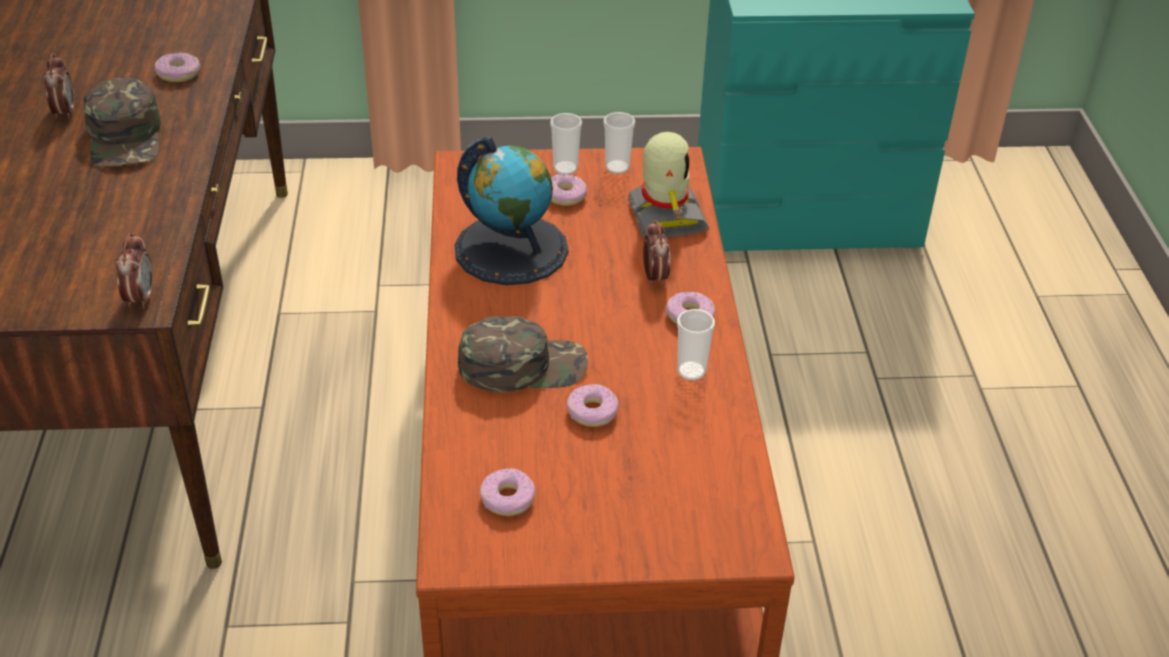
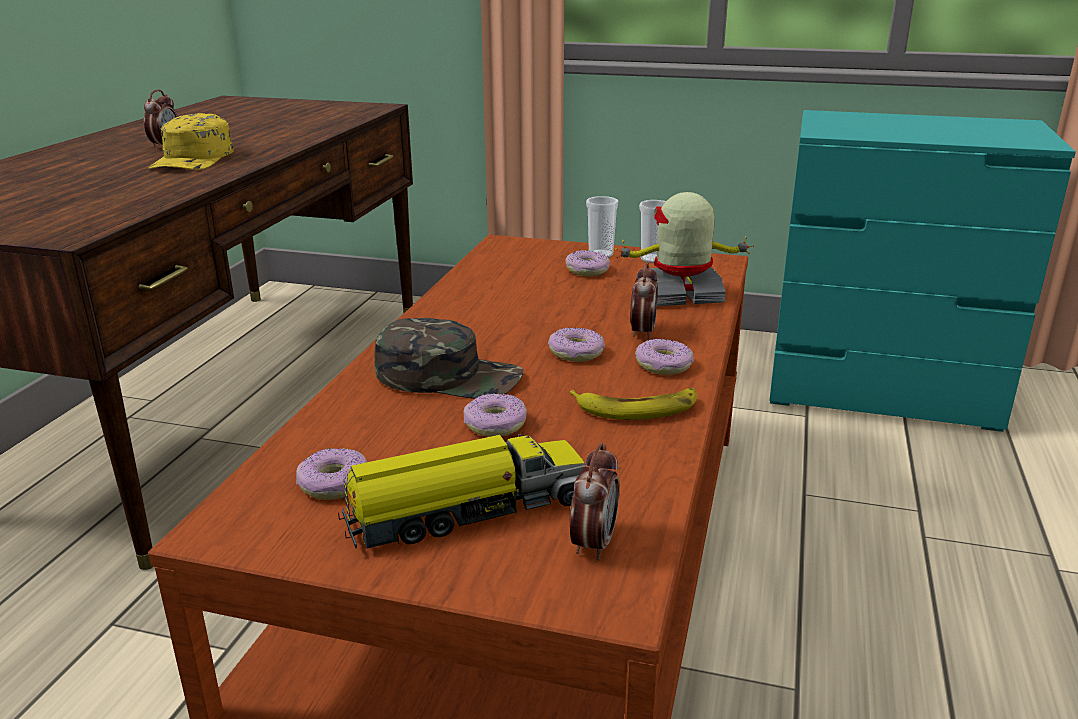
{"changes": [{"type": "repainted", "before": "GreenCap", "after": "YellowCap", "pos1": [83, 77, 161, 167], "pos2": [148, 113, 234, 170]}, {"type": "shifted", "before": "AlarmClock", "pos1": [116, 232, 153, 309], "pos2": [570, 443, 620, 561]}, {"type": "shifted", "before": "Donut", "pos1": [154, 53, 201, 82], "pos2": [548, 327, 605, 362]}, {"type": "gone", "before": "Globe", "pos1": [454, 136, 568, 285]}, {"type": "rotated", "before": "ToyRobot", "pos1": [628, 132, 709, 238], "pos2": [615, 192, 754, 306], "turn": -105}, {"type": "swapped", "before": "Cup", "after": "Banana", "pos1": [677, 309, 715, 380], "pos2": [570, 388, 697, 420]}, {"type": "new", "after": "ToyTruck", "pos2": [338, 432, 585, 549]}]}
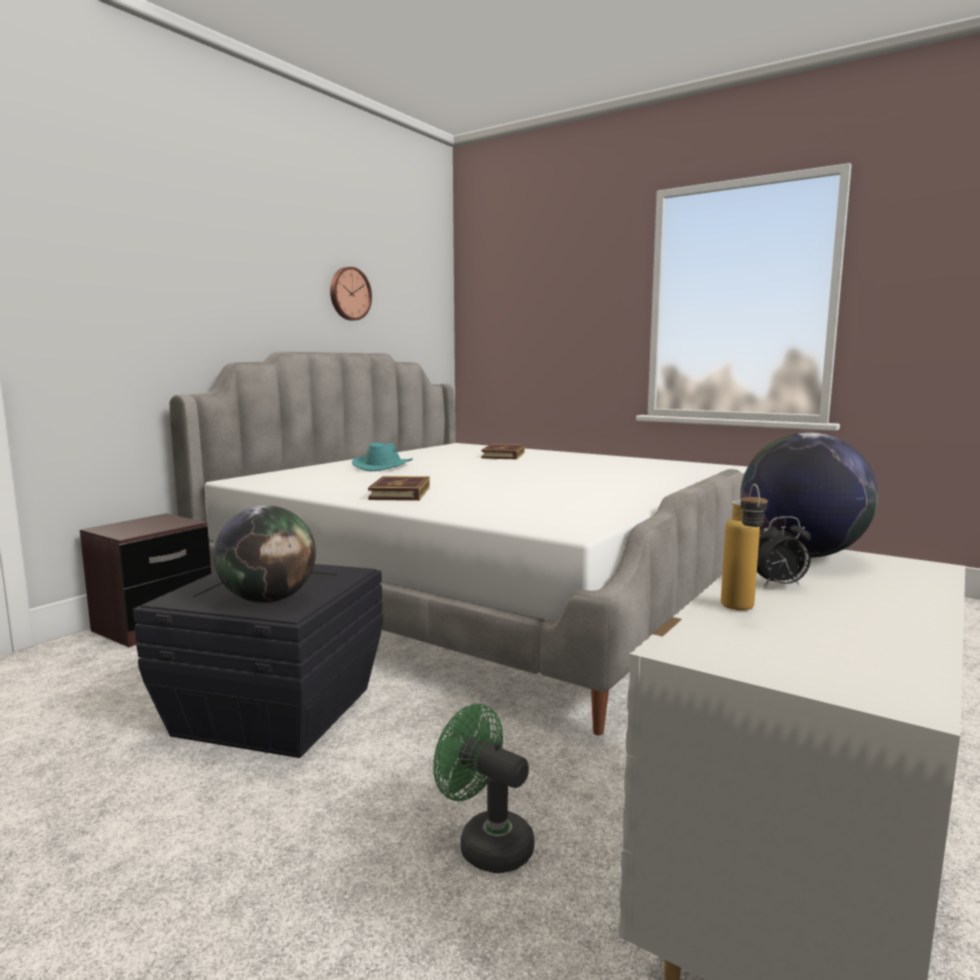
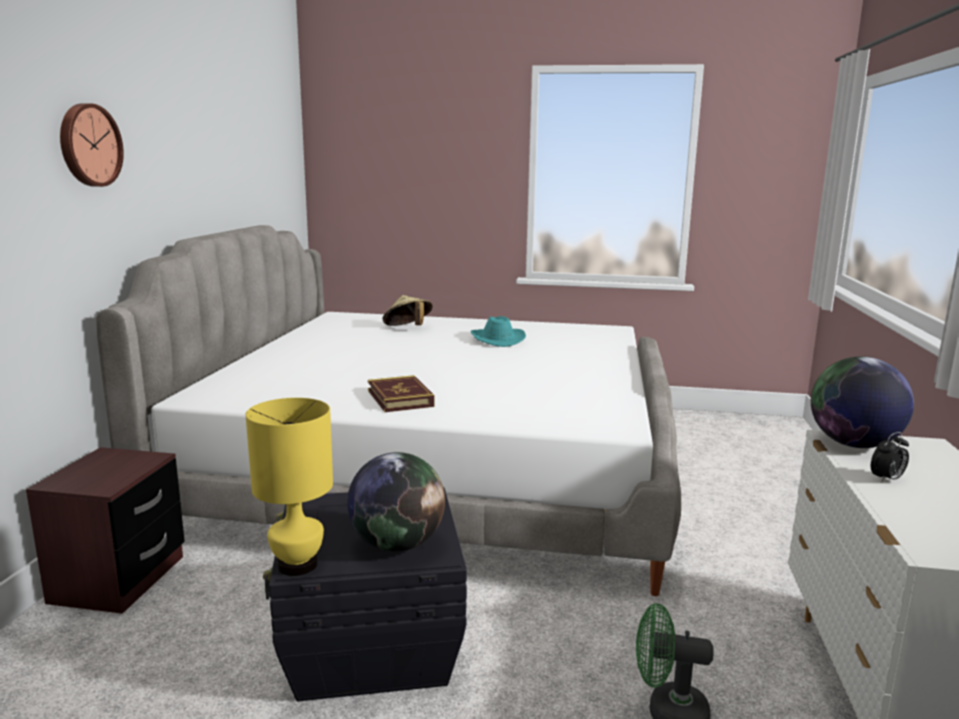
{"changes": [{"type": "shifted", "before": "WallClock", "pos1": [330, 267, 372, 321], "pos2": [60, 103, 124, 187]}, {"type": "shifted", "before": "TurquoiseHat", "pos1": [352, 442, 413, 471], "pos2": [471, 316, 526, 347]}, {"type": "swapped", "before": "Book", "after": "BeigeHat", "pos1": [481, 444, 525, 460], "pos2": [382, 295, 433, 326]}, {"type": "gone", "before": "Bottle", "pos1": [721, 484, 768, 610]}, {"type": "new", "after": "YellowTableLamp", "pos2": [245, 398, 333, 576]}]}
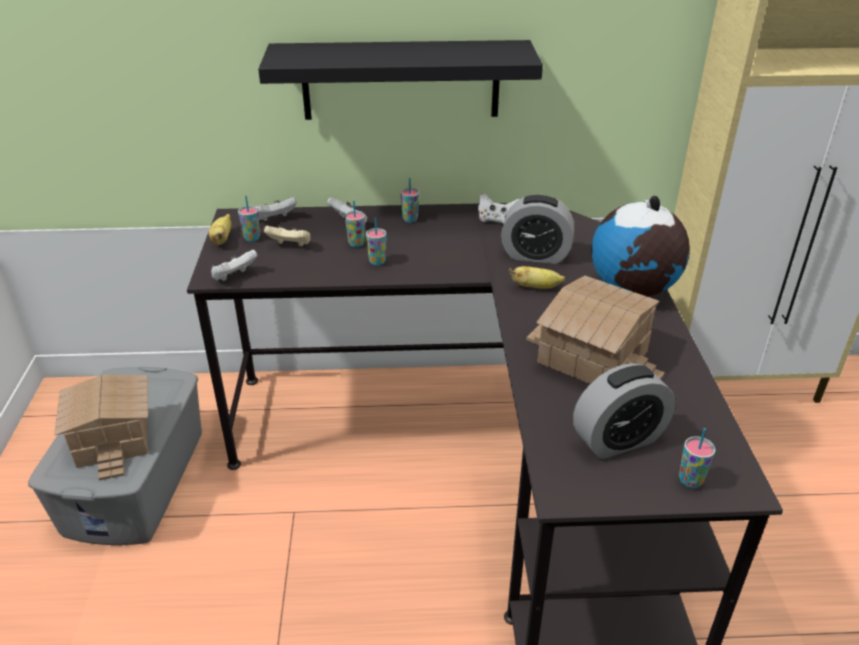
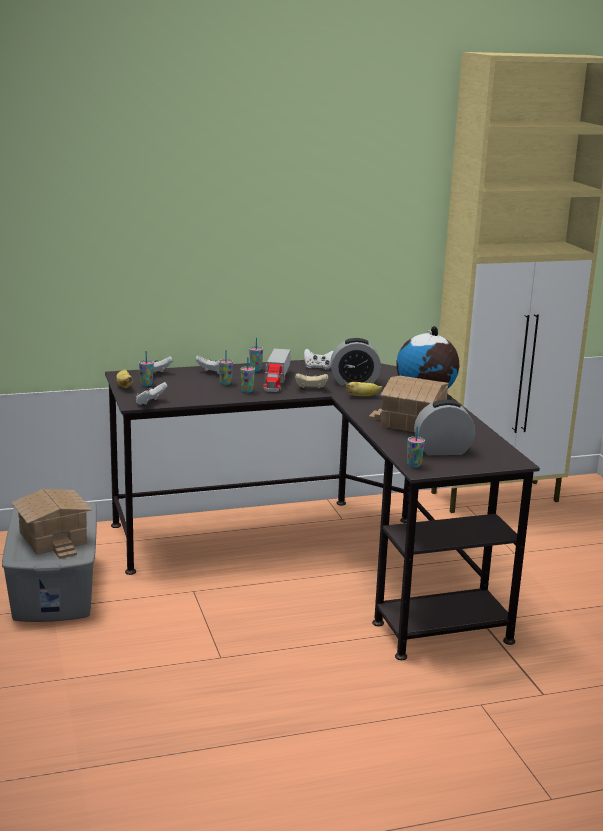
{"changes": [{"type": "gone", "before": "BlackShelf", "pos1": [258, 40, 543, 120]}, {"type": "shifted", "before": "BeigeGameController", "pos1": [264, 226, 311, 246], "pos2": [295, 373, 328, 389]}, {"type": "rotated", "before": "AlarmClock", "pos1": [573, 363, 675, 459], "pos2": [414, 400, 475, 455], "turn": -150}, {"type": "shifted", "before": "Cup", "pos1": [679, 428, 716, 488], "pos2": [407, 426, 425, 468]}, {"type": "new", "after": "ToyTruck", "pos2": [263, 348, 290, 392]}]}
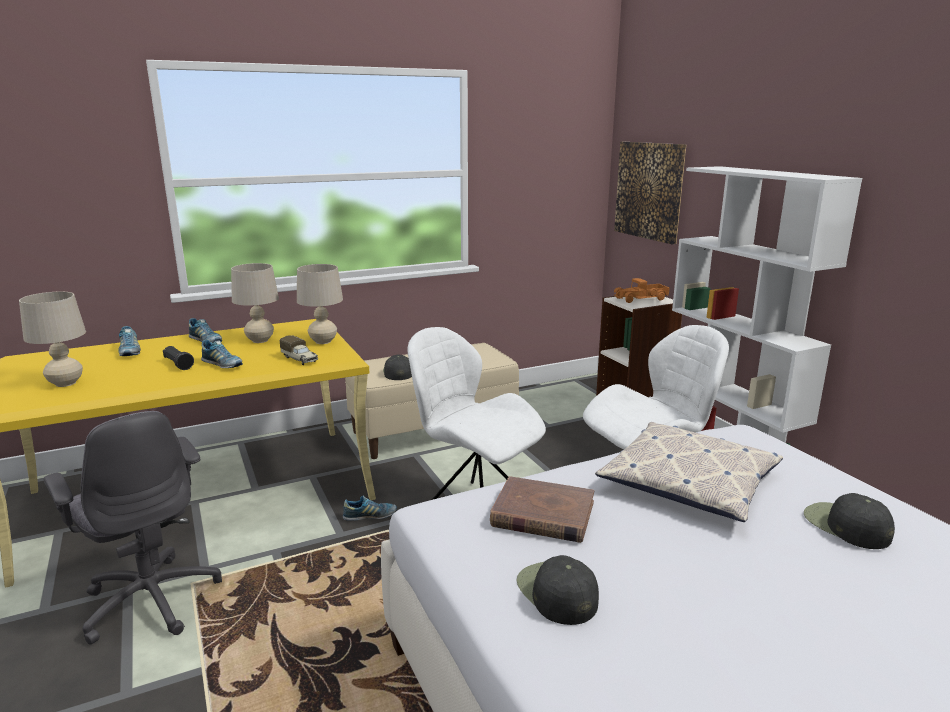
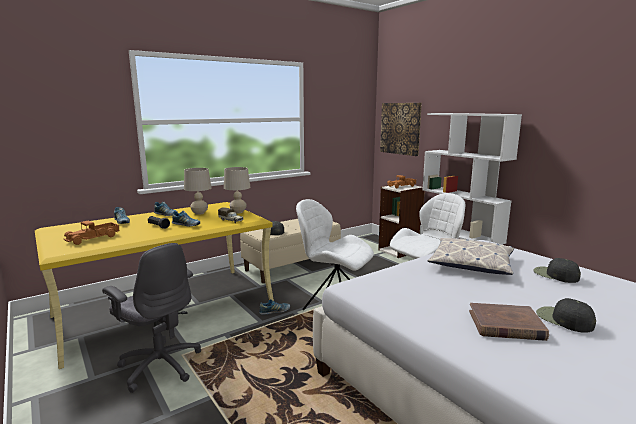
{"changes": [{"type": "swapped", "before": "BeigeTableLamp", "after": "ToyTruck", "pos1": [19, 292, 86, 387], "pos2": [64, 221, 120, 245]}, {"type": "shifted", "before": "BrownBook", "pos1": [490, 476, 594, 543], "pos2": [469, 303, 549, 341]}, {"type": "shifted", "before": "BlackCap", "pos1": [517, 555, 599, 625], "pos2": [536, 298, 596, 333]}]}
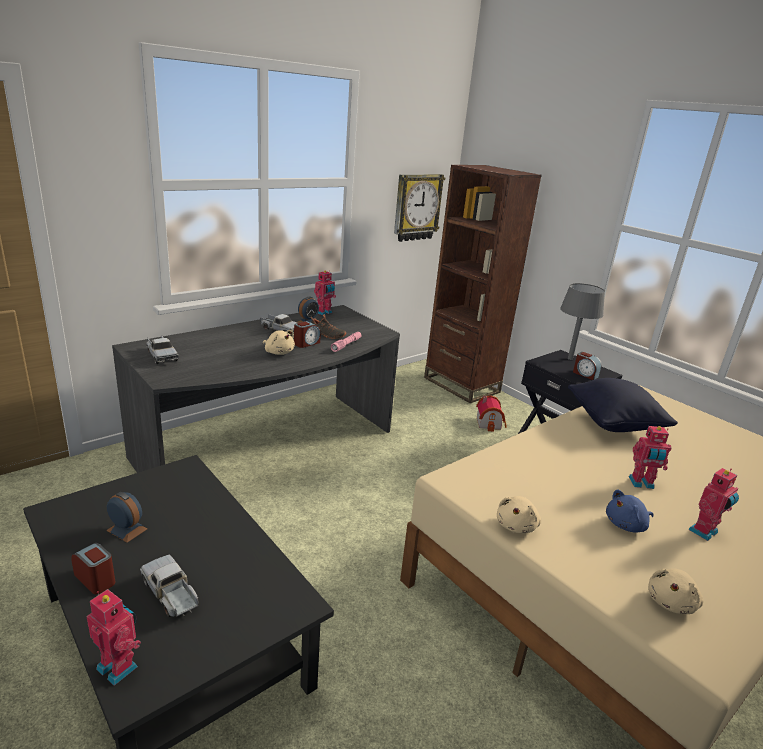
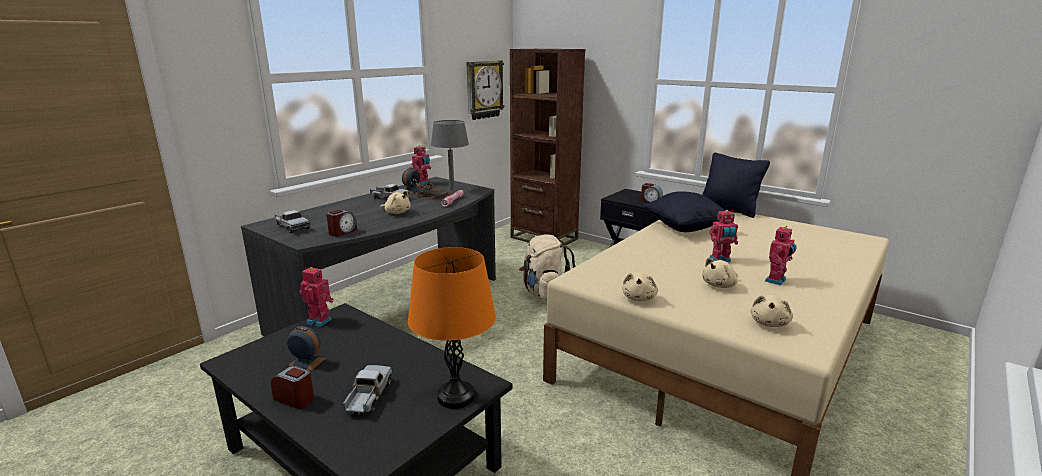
{"changes": [{"type": "shifted", "before": "ToyRobot", "pos1": [86, 589, 141, 686], "pos2": [300, 267, 334, 327]}, {"type": "rotated", "before": "ToyTruck", "pos1": [140, 555, 198, 617], "pos2": [343, 365, 392, 415], "turn": 60}, {"type": "shifted", "before": "AlarmClock", "pos1": [294, 321, 321, 348], "pos2": [326, 209, 357, 237]}, {"type": "gone", "before": "ToyHouse", "pos1": [476, 395, 507, 432]}, {"type": "shifted", "before": "GreyTableLamp", "pos1": [560, 283, 605, 360], "pos2": [431, 120, 469, 190]}, {"type": "repainted", "before": "BluePlushToy", "after": "BeigePlushToy", "pos1": [606, 489, 654, 533], "pos2": [702, 257, 738, 288]}, {"type": "new", "after": "OrangeTableLamp", "pos2": [408, 247, 496, 409]}, {"type": "new", "after": "BeigeBackpack", "pos2": [519, 235, 576, 300]}, {"type": "new", "after": "BlackPillow", "pos2": [702, 153, 770, 218]}]}
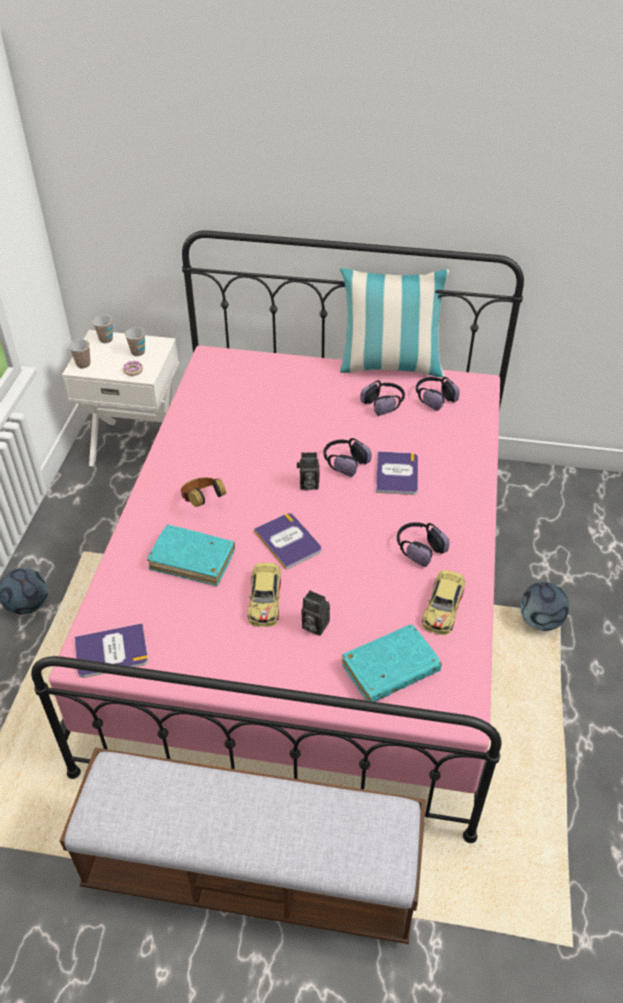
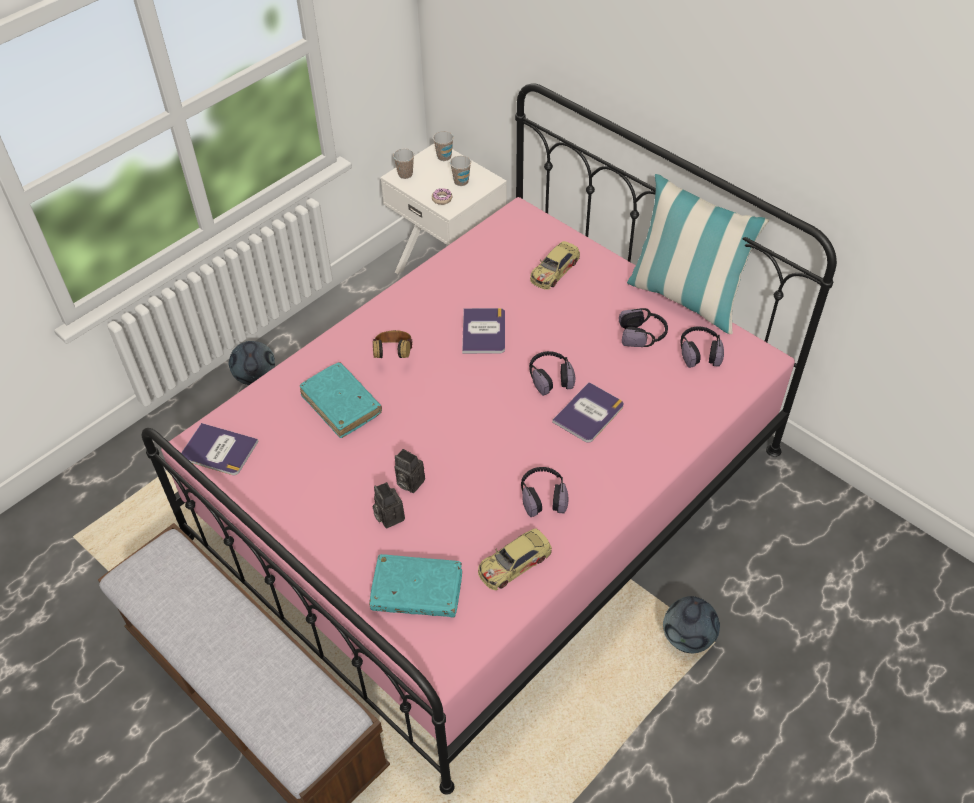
{"changes": [{"type": "shifted", "before": "ToyCar", "pos1": [248, 563, 281, 627], "pos2": [530, 241, 580, 290]}, {"type": "shifted", "before": "Book", "pos1": [254, 513, 321, 570], "pos2": [462, 308, 505, 354]}, {"type": "shifted", "before": "PhotoCamera", "pos1": [297, 452, 320, 490], "pos2": [395, 449, 425, 493]}]}
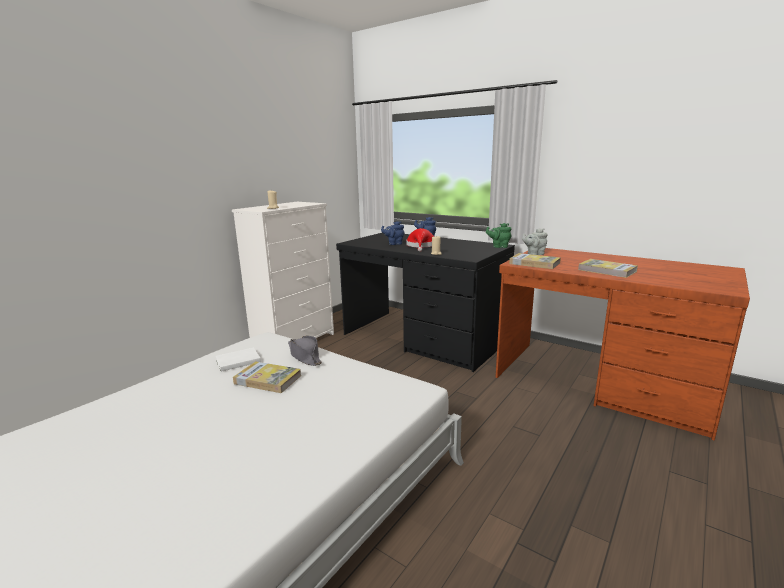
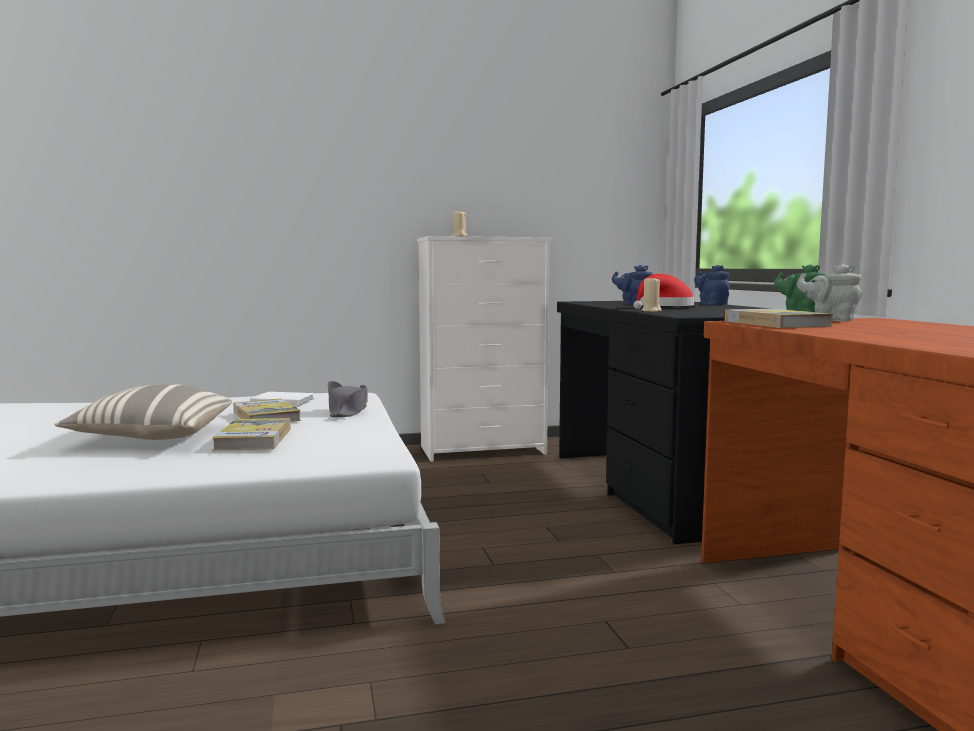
{"changes": [{"type": "shifted", "before": "Book", "pos1": [578, 259, 638, 278], "pos2": [212, 418, 291, 450]}, {"type": "new", "after": "Pillow", "pos2": [54, 384, 232, 440]}]}
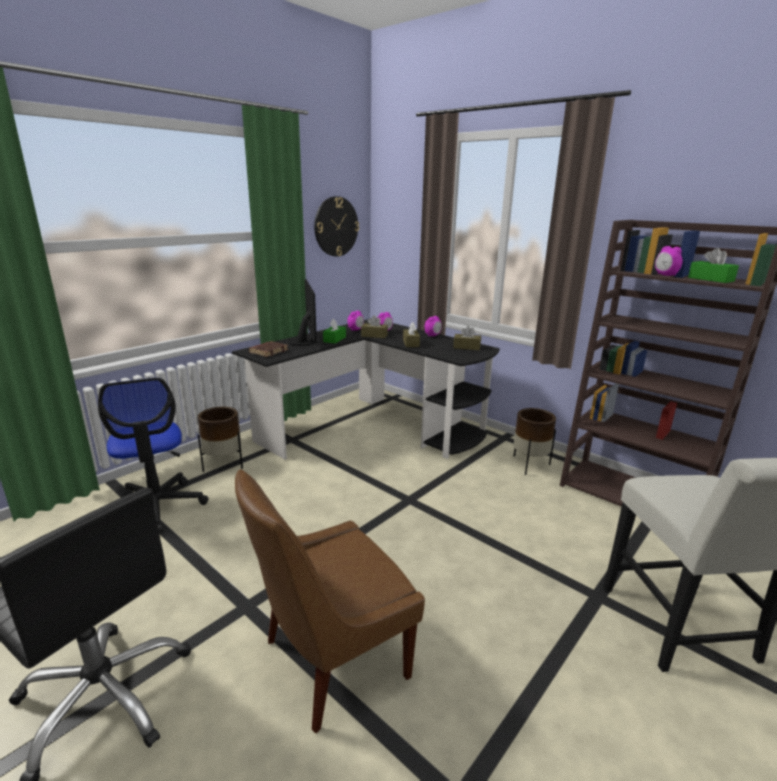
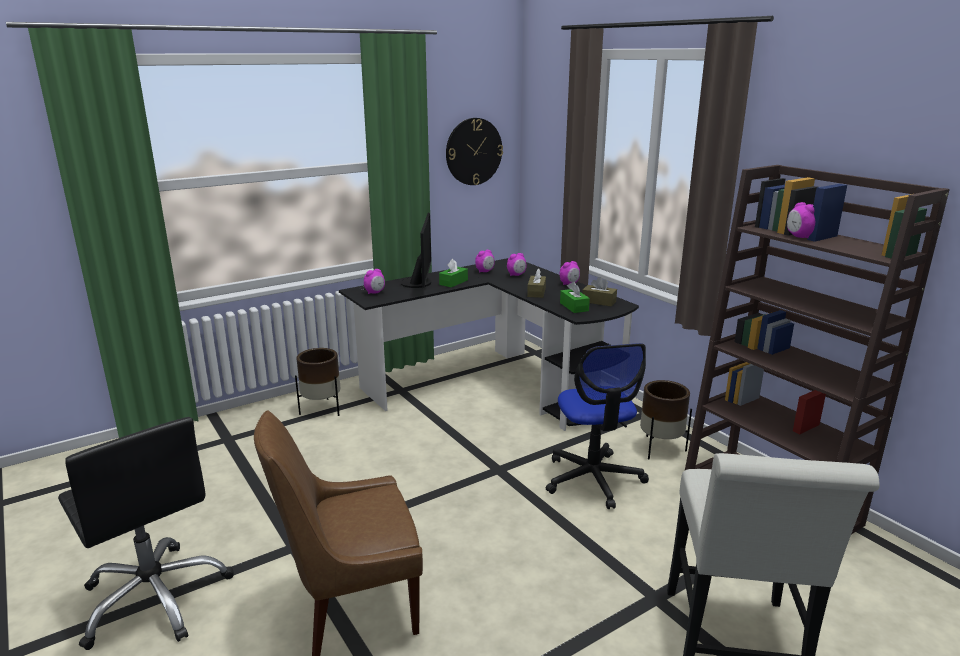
{"changes": [{"type": "shifted", "before": "OfficeChair", "pos1": [98, 377, 209, 532], "pos2": [546, 343, 649, 509]}, {"type": "swapped", "before": "BrownBook", "after": "AlarmClock", "pos1": [249, 341, 288, 357], "pos2": [364, 269, 385, 294]}, {"type": "gone", "before": "BrownTissueBox", "pos1": [361, 315, 388, 338]}, {"type": "shifted", "before": "GreenTissueBox", "pos1": [688, 248, 739, 283], "pos2": [560, 281, 590, 313]}]}
